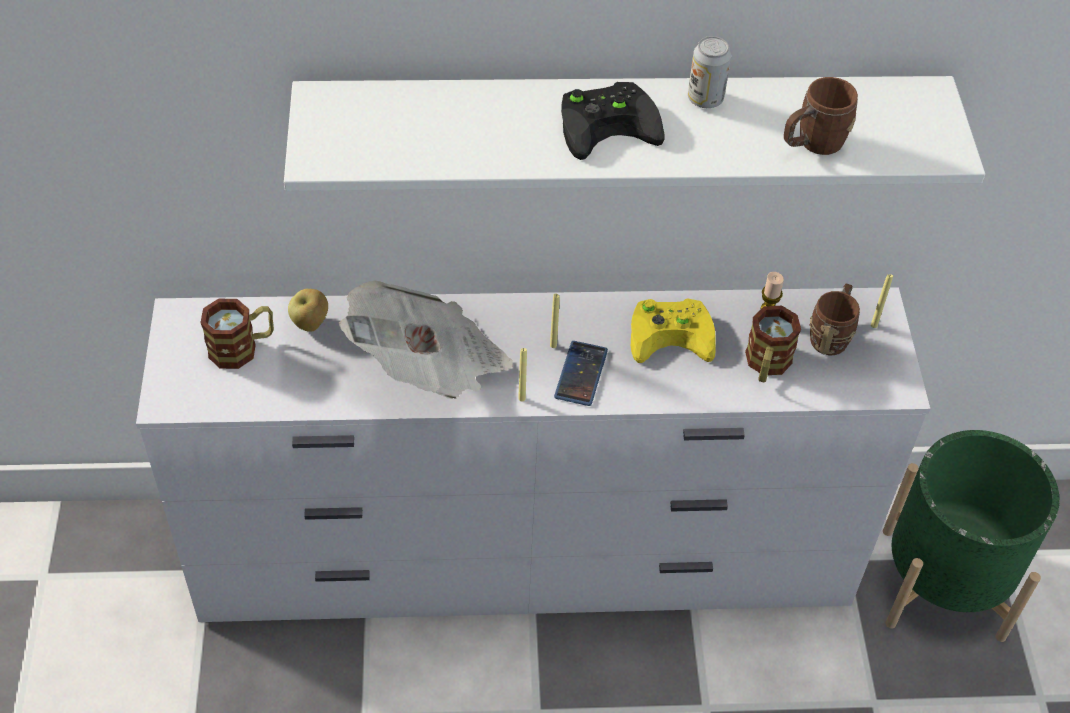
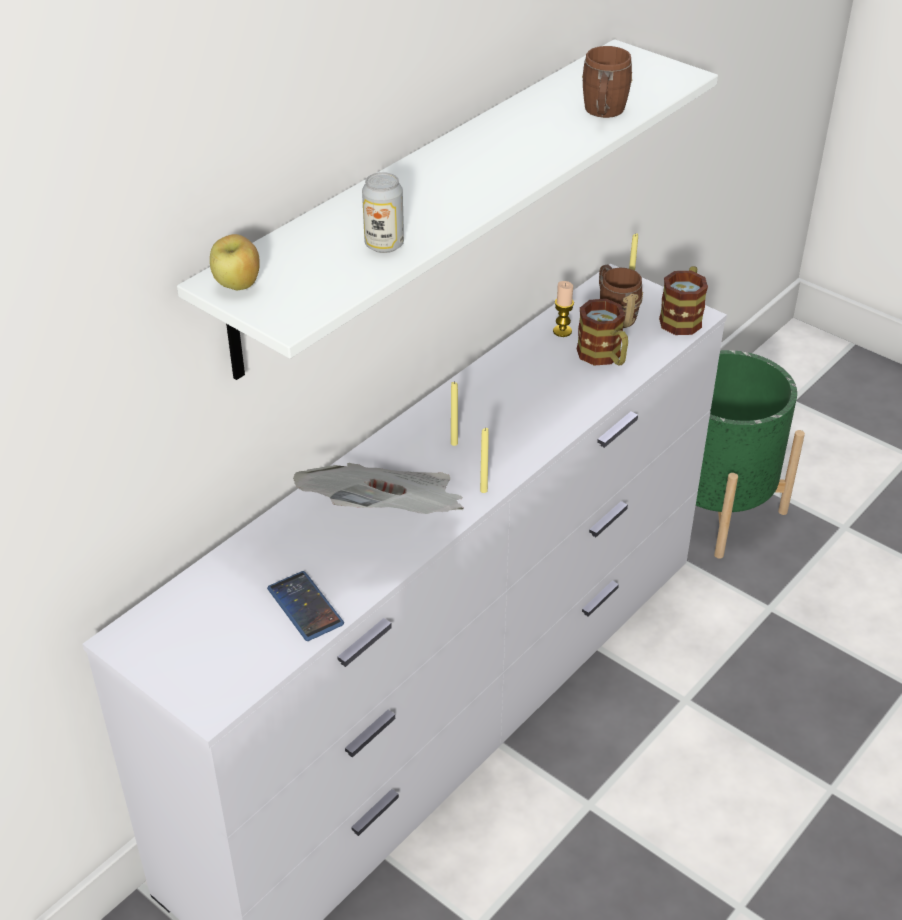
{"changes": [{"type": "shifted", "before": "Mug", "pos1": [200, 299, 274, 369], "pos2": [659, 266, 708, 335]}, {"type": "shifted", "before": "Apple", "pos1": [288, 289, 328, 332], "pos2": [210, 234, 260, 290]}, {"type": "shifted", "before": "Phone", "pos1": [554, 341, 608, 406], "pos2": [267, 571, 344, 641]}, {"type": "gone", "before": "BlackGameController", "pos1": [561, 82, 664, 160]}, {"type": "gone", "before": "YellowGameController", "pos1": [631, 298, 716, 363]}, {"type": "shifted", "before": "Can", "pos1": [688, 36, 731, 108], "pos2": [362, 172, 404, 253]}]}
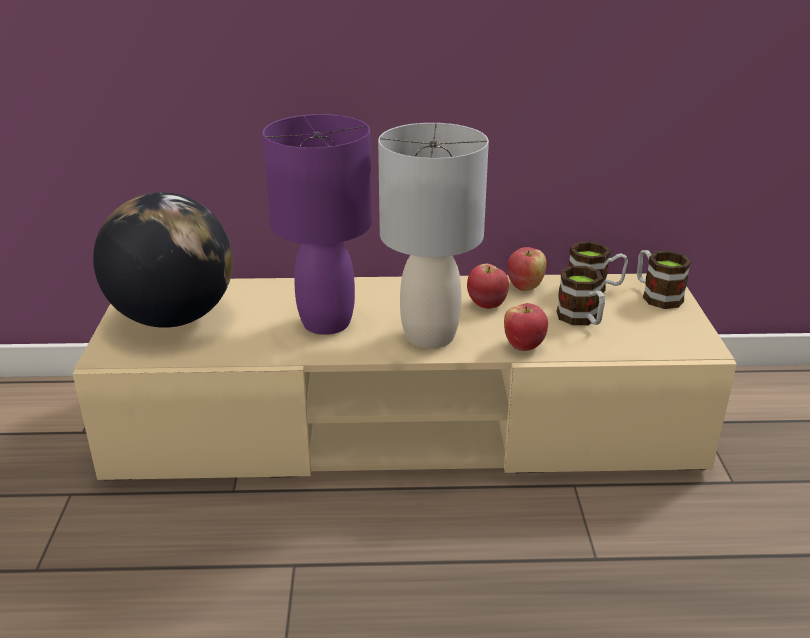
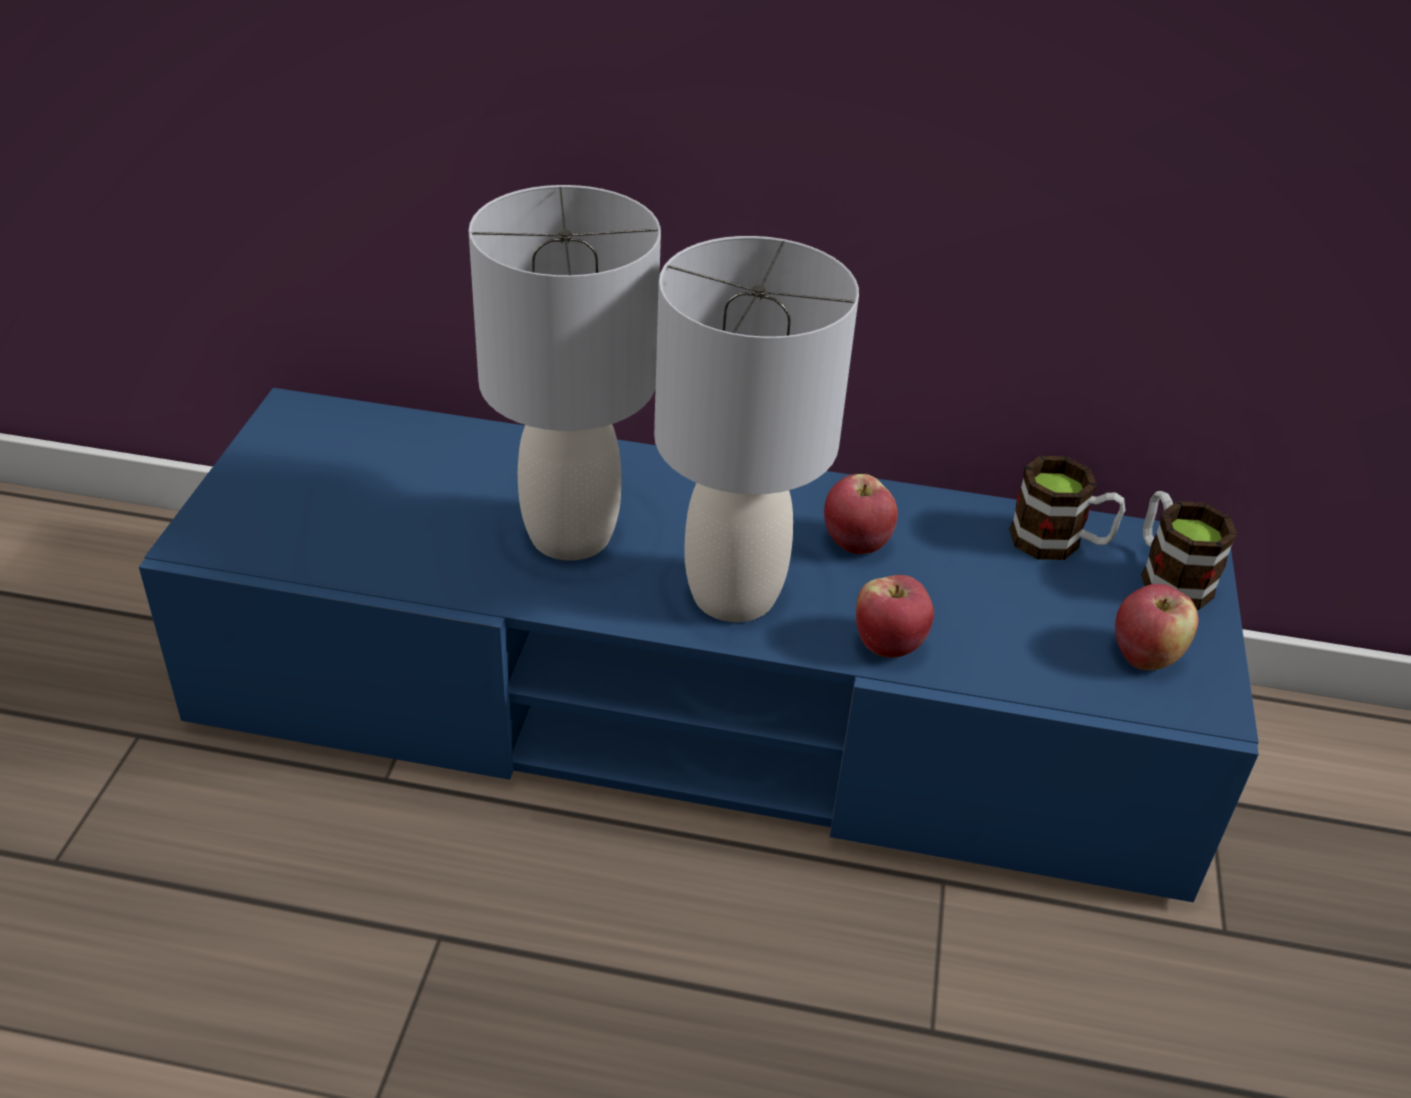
{"changes": [{"type": "repainted", "before": "BeigeTvStand", "after": "BlueTvStand", "pos1": [73, 274, 737, 480], "pos2": [139, 388, 1259, 902]}, {"type": "gone", "before": "Globe", "pos1": [93, 192, 233, 328]}, {"type": "repainted", "before": "PurpleTableLamp", "after": "GreyTableLamp", "pos1": [262, 114, 372, 335], "pos2": [468, 185, 661, 561]}, {"type": "shifted", "before": "Apple", "pos1": [507, 247, 547, 291], "pos2": [1115, 584, 1198, 670]}, {"type": "gone", "before": "Mug", "pos1": [556, 266, 605, 325]}]}
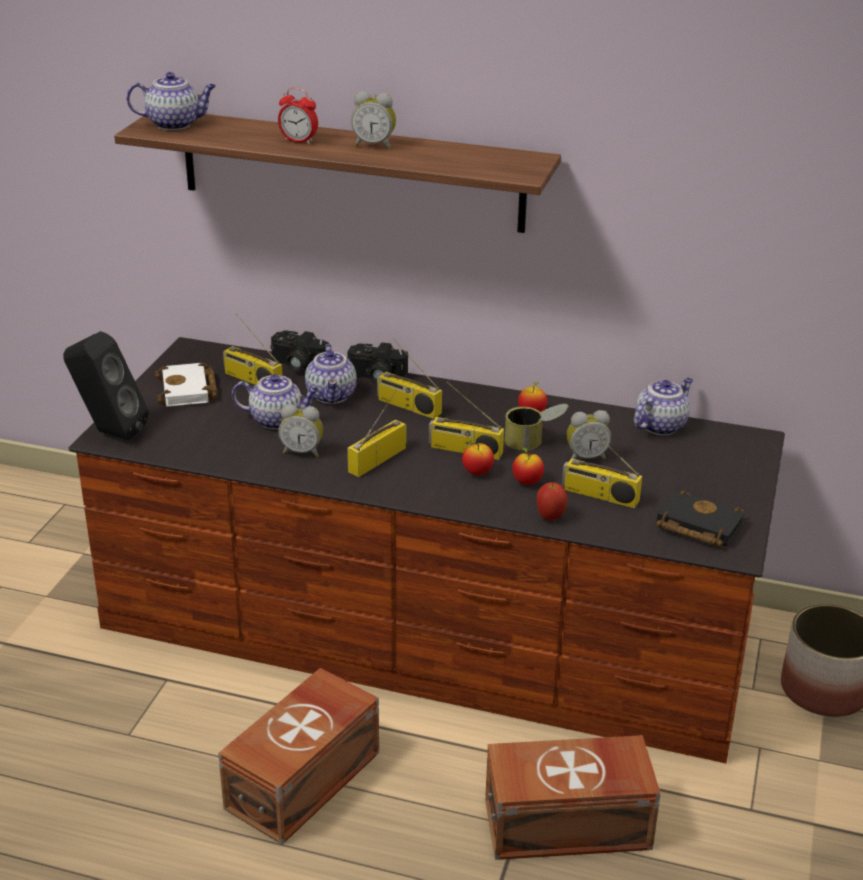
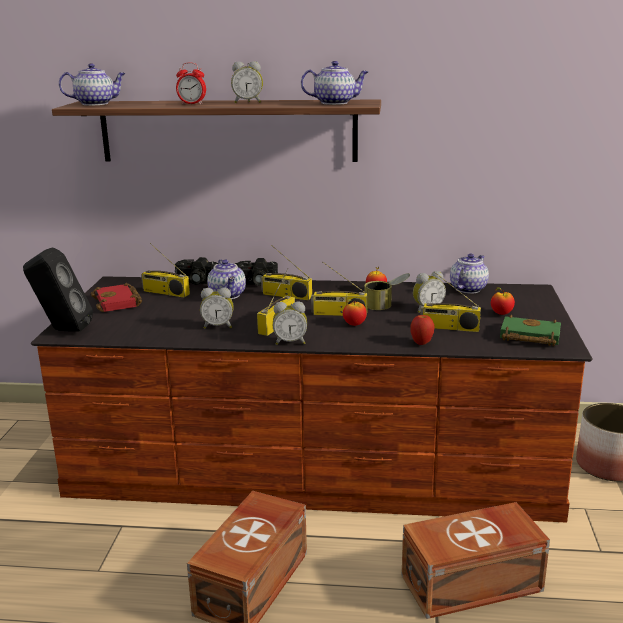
{"changes": [{"type": "repainted", "before": "WhiteBook", "after": "RedBook", "pos1": [155, 362, 217, 407], "pos2": [91, 283, 142, 312]}, {"type": "shifted", "before": "Teapot", "pos1": [232, 374, 319, 429], "pos2": [301, 61, 368, 105]}, {"type": "shifted", "before": "Apple", "pos1": [512, 447, 544, 485], "pos2": [491, 287, 515, 315]}, {"type": "repainted", "before": "BlackBook", "after": "GreenBook", "pos1": [656, 490, 745, 548], "pos2": [500, 315, 561, 346]}, {"type": "new", "after": "AlarmClock", "pos2": [273, 301, 307, 345]}]}
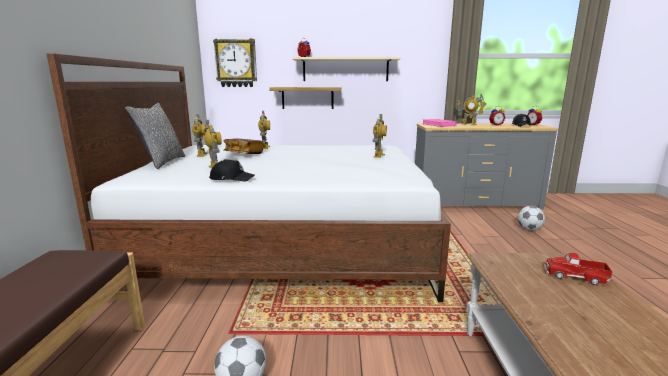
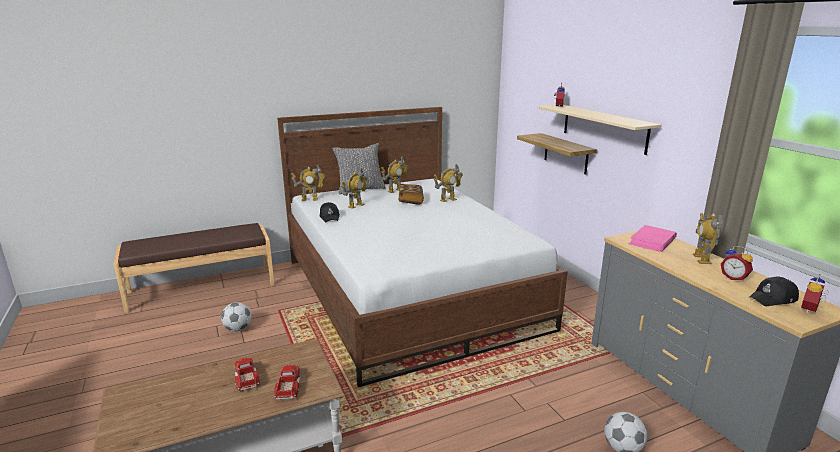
{"changes": [{"type": "gone", "before": "WallClock", "pos1": [213, 39, 257, 87]}, {"type": "shifted", "before": "ToyRobot", "pos1": [373, 114, 387, 158], "pos2": [291, 165, 325, 201]}, {"type": "new", "after": "ToyTruck", "pos2": [235, 357, 260, 390]}]}
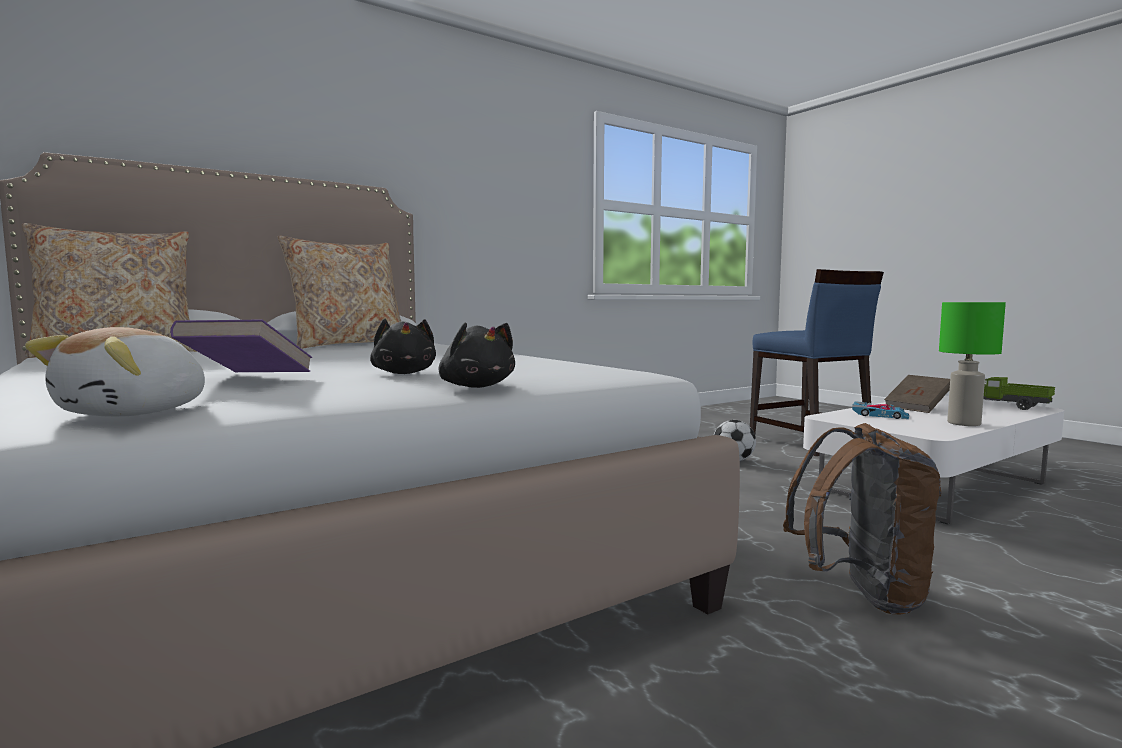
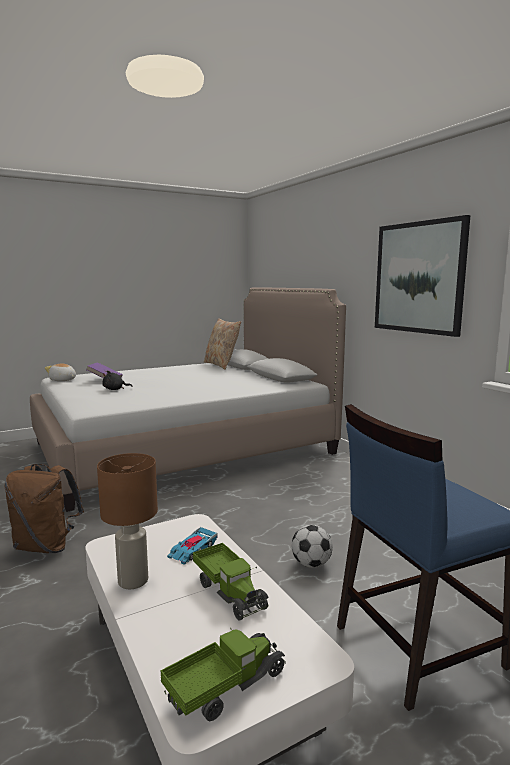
{"changes": [{"type": "gone", "before": "BeigePillow", "pos1": [278, 236, 401, 349]}, {"type": "gone", "before": "BlackPlushToy", "pos1": [439, 322, 515, 388]}, {"type": "swapped", "before": "BrownBook", "after": "ToyTruck", "pos1": [884, 375, 950, 413], "pos2": [193, 543, 269, 621]}, {"type": "repainted", "before": "GreenTableLamp", "after": "BrownTableLamp", "pos1": [939, 302, 1006, 426], "pos2": [97, 453, 158, 589]}, {"type": "new", "after": "Picture", "pos2": [375, 215, 470, 337]}]}
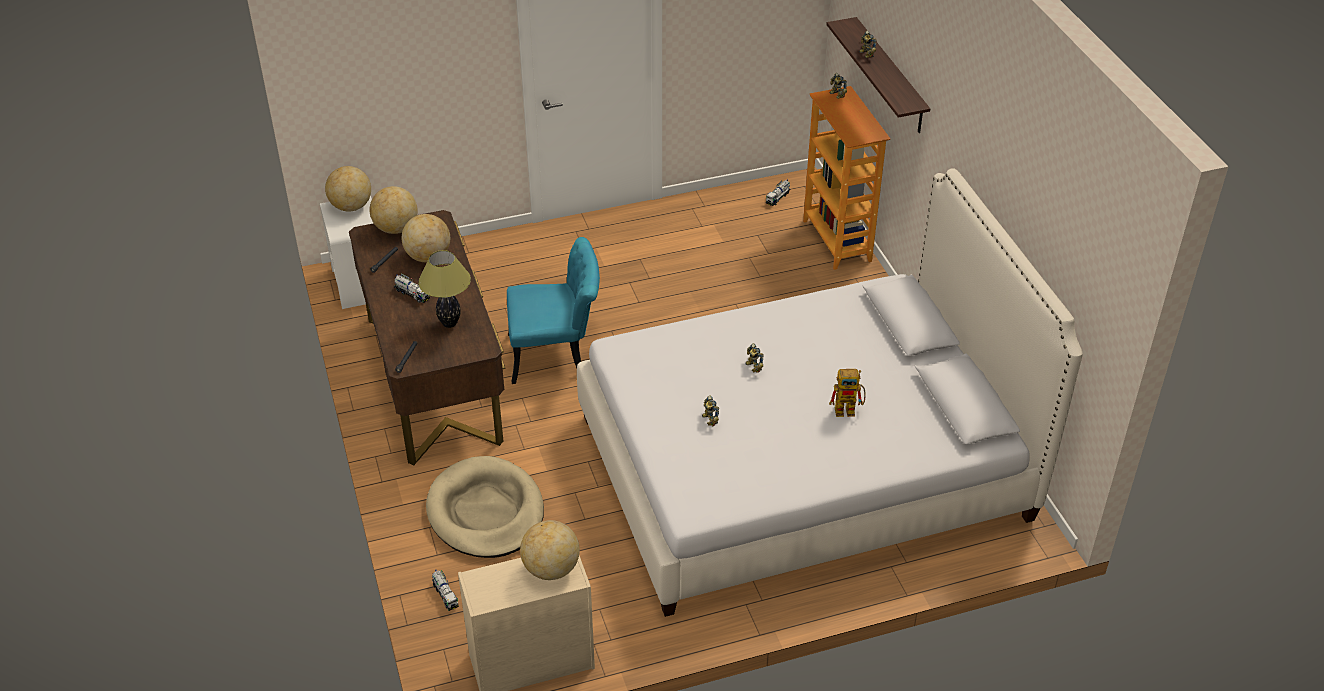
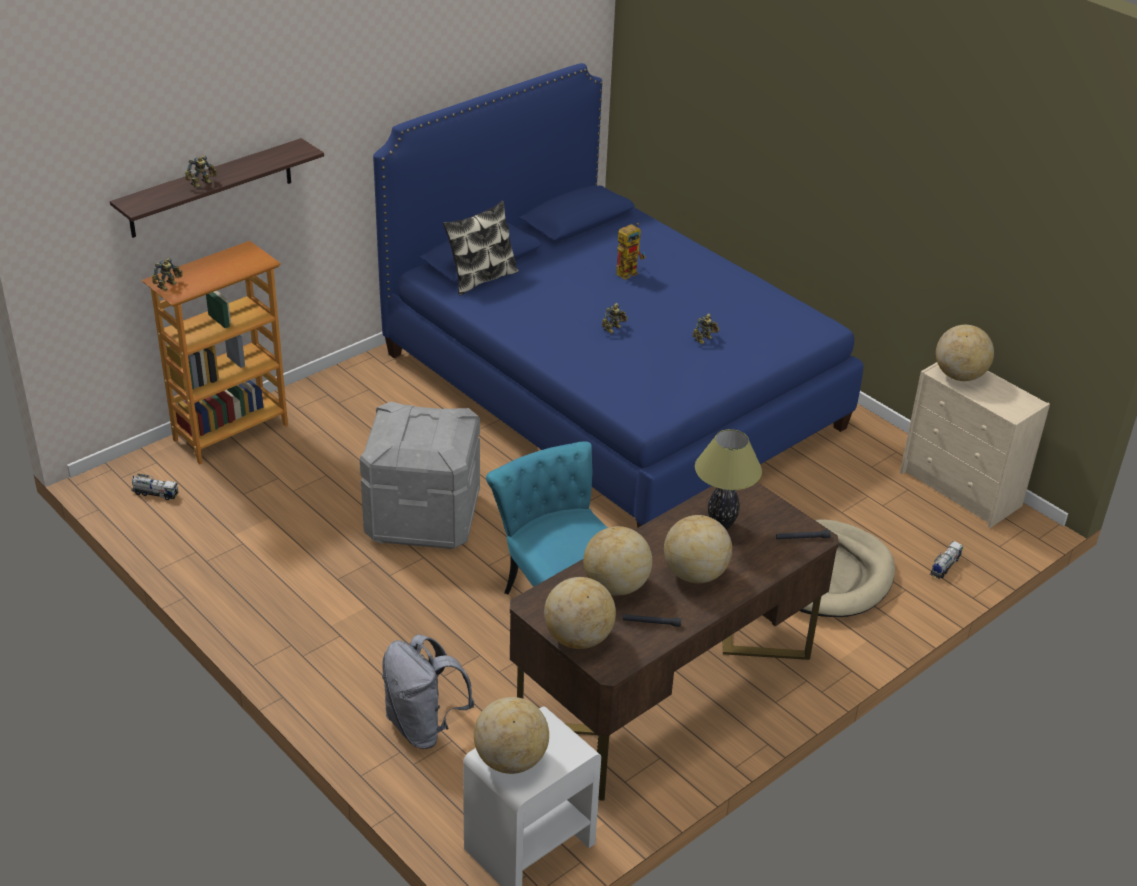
{"changes": [{"type": "swapped", "before": "ToyTruck", "after": "Globe", "pos1": [394, 273, 430, 303], "pos2": [664, 515, 732, 583]}, {"type": "repainted", "before": "WhiteBed", "after": "BlueBed", "pos1": [577, 168, 1083, 617], "pos2": [373, 63, 863, 528]}, {"type": "rotated", "before": "ToyRobot", "pos1": [829, 369, 865, 417], "pos2": [616, 223, 646, 280], "turn": 75}, {"type": "new", "after": "GreyStorageBox", "pos2": [360, 402, 480, 549]}, {"type": "new", "after": "GreyBackpack", "pos2": [382, 635, 475, 749]}, {"type": "new", "after": "Pillow", "pos2": [443, 201, 519, 295]}]}
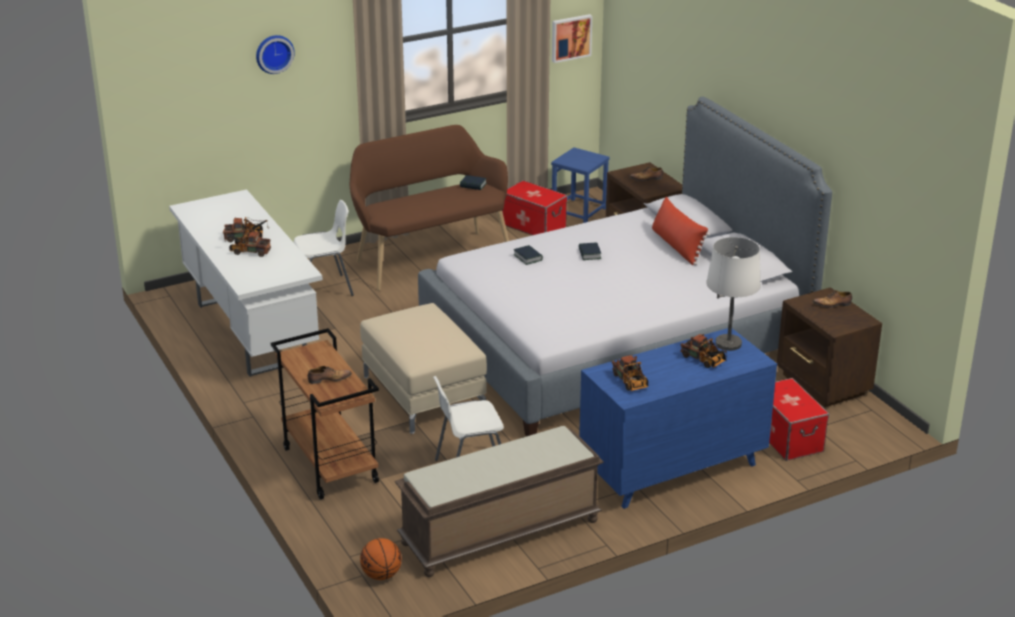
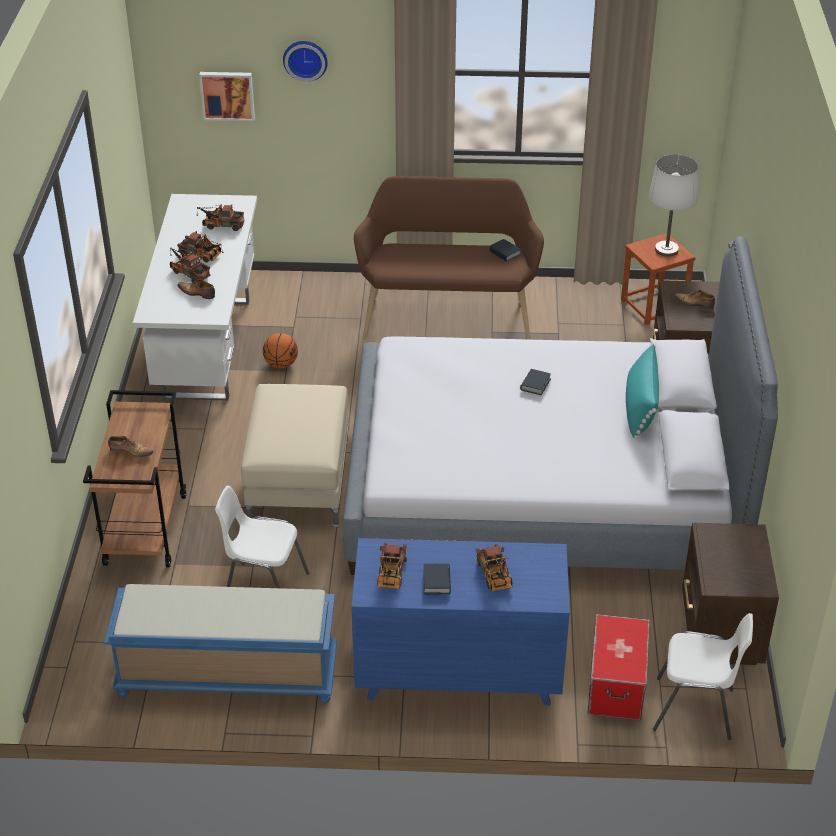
{"changes": [{"type": "shifted", "before": "WhiteChair", "pos1": [294, 200, 354, 296], "pos2": [653, 613, 753, 740]}, {"type": "shifted", "before": "Basketball", "pos1": [360, 538, 402, 580], "pos2": [263, 333, 298, 368]}, {"type": "repainted", "before": "BrownBench", "after": "BlueBench", "pos1": [395, 426, 604, 577], "pos2": [104, 584, 337, 704]}, {"type": "gone", "before": "StorageBox", "pos1": [502, 180, 567, 235]}, {"type": "shifted", "before": "Book", "pos1": [514, 245, 543, 265], "pos2": [423, 564, 451, 595]}, {"type": "repainted", "before": "BlueStool", "after": "BrownStool", "pos1": [551, 147, 610, 223], "pos2": [621, 233, 696, 325]}, {"type": "shifted", "before": "Picture", "pos1": [552, 14, 592, 63], "pos2": [199, 72, 255, 121]}, {"type": "repainted", "before": "RedPillow", "after": "TurquoisePillow", "pos1": [652, 197, 710, 265], "pos2": [626, 344, 659, 440]}, {"type": "shifted", "before": "WhiteTableLamp", "pos1": [706, 237, 761, 351], "pos2": [649, 154, 698, 257]}, {"type": "shifted", "before": "Shoe", "pos1": [812, 290, 852, 308], "pos2": [178, 279, 215, 299]}, {"type": "new", "after": "ToyTruck", "pos2": [196, 204, 244, 231]}]}
